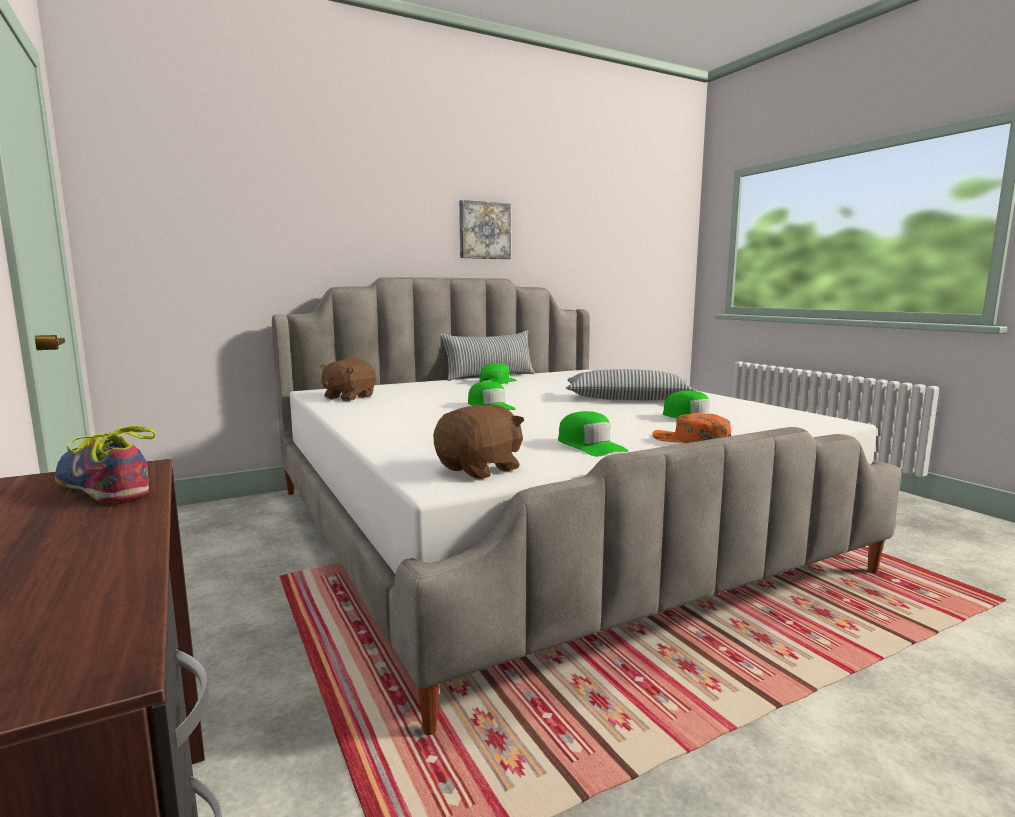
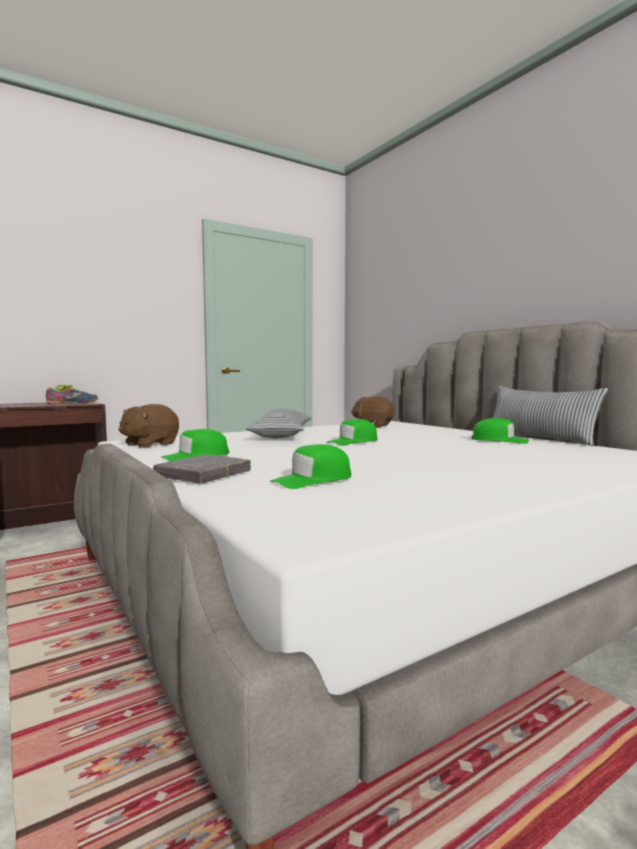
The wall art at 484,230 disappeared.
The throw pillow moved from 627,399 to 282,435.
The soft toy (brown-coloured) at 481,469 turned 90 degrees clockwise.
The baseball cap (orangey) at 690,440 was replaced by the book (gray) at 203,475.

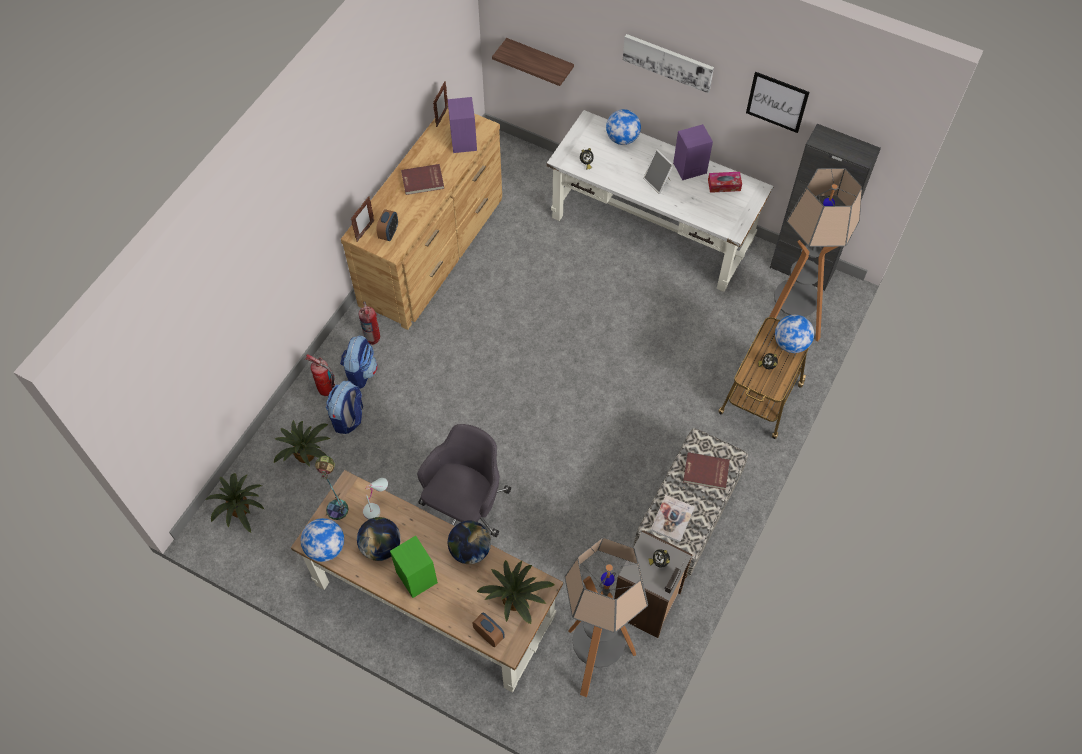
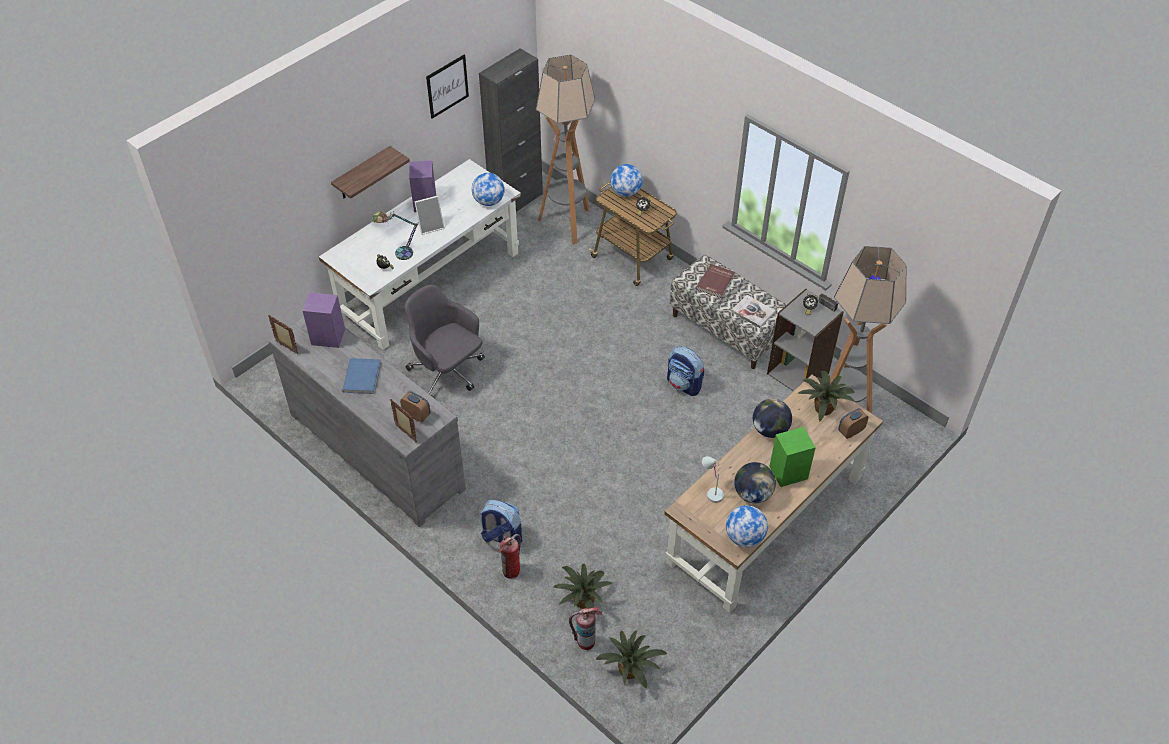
The wall art at 668,62 disappeared.
The shelf moved from 540,61 to 362,174.
The drawer chest (brown-coloured) at 433,249 became the drawer chest (gray) at 377,450.
The globe moved from 622,139 to 488,201.
The book (red) at 423,181 became the book (blue) at 363,377.
The box of tissues at 724,185 disappeared.
The fire extinguisher moved from 372,337 to 585,641.
The knapsack moved from 348,418 to 684,384.
The computer chair (gray) moved from 465,506 to 448,373.
The tabletop lamp moved from 337,503 to 398,253.

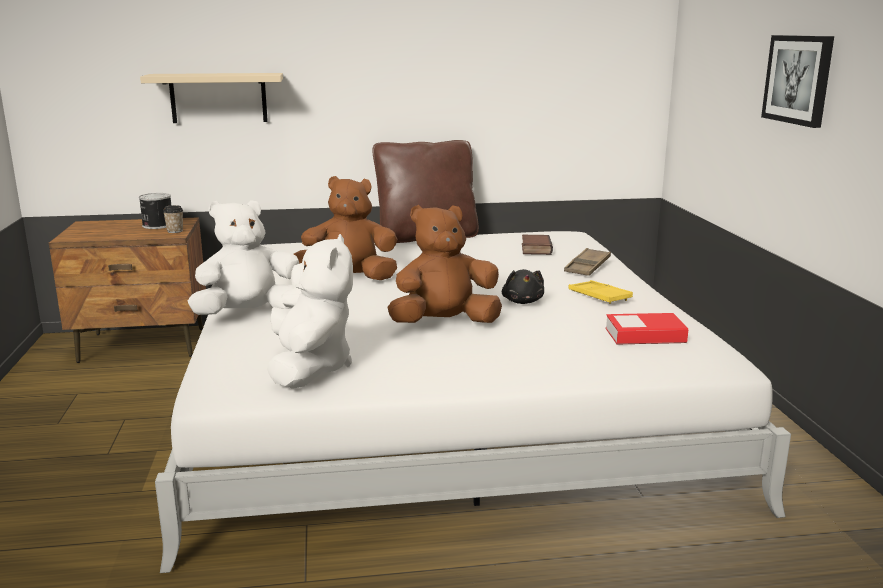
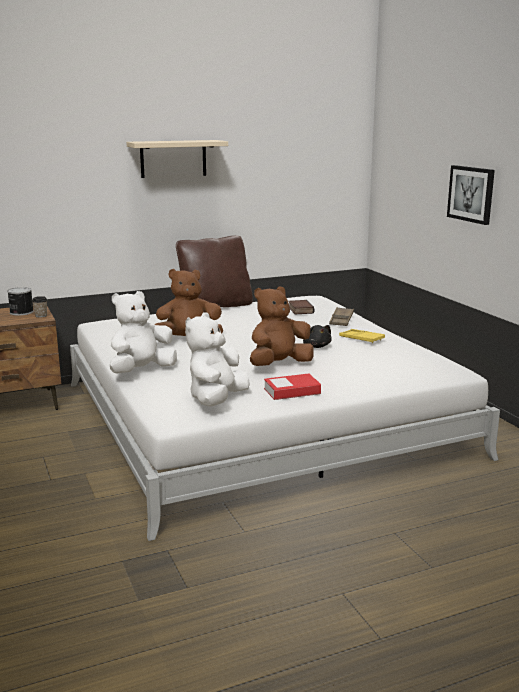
The shelf (sand-coloured) moved from 218,98 to 173,158.
The soft toy (white-coloured) at 310,368 turned 135 degrees counterclockwise.
The book moved from 645,335 to 292,391.

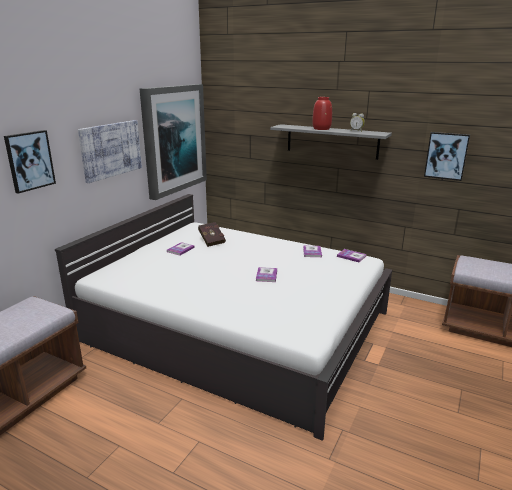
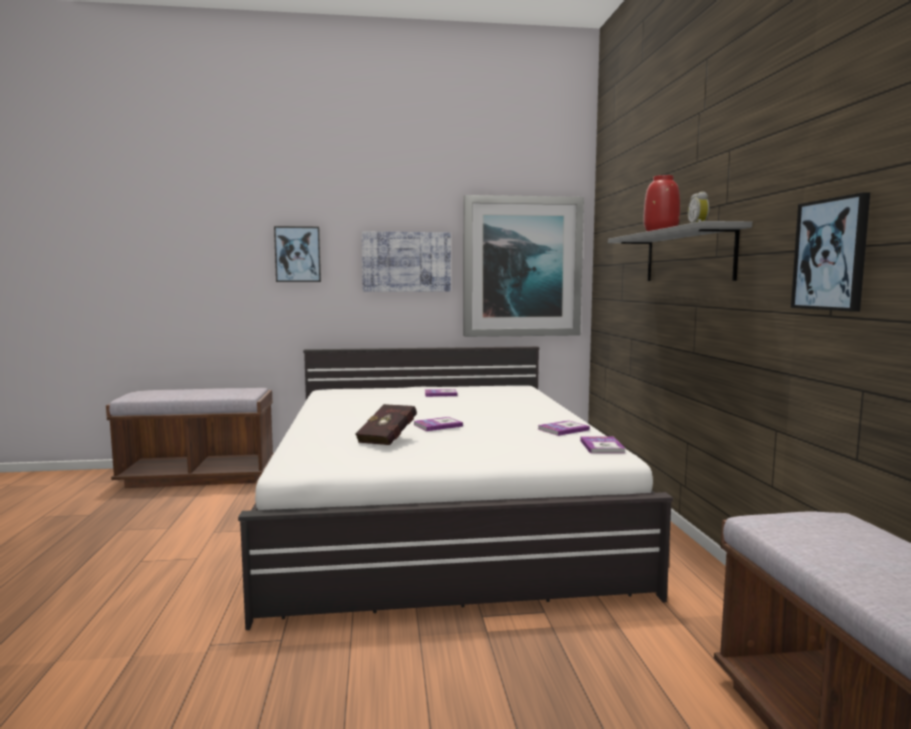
The book (red) moved from 211,240 to 389,439.

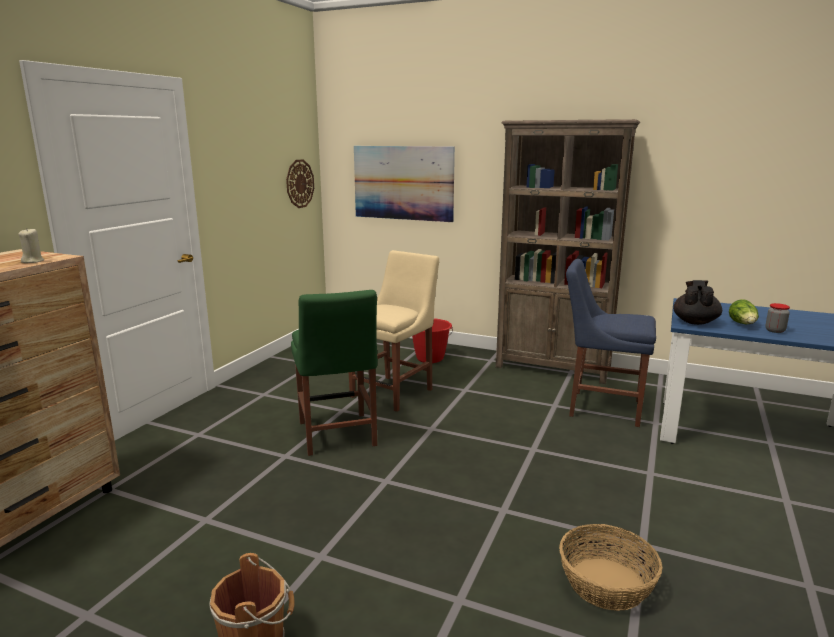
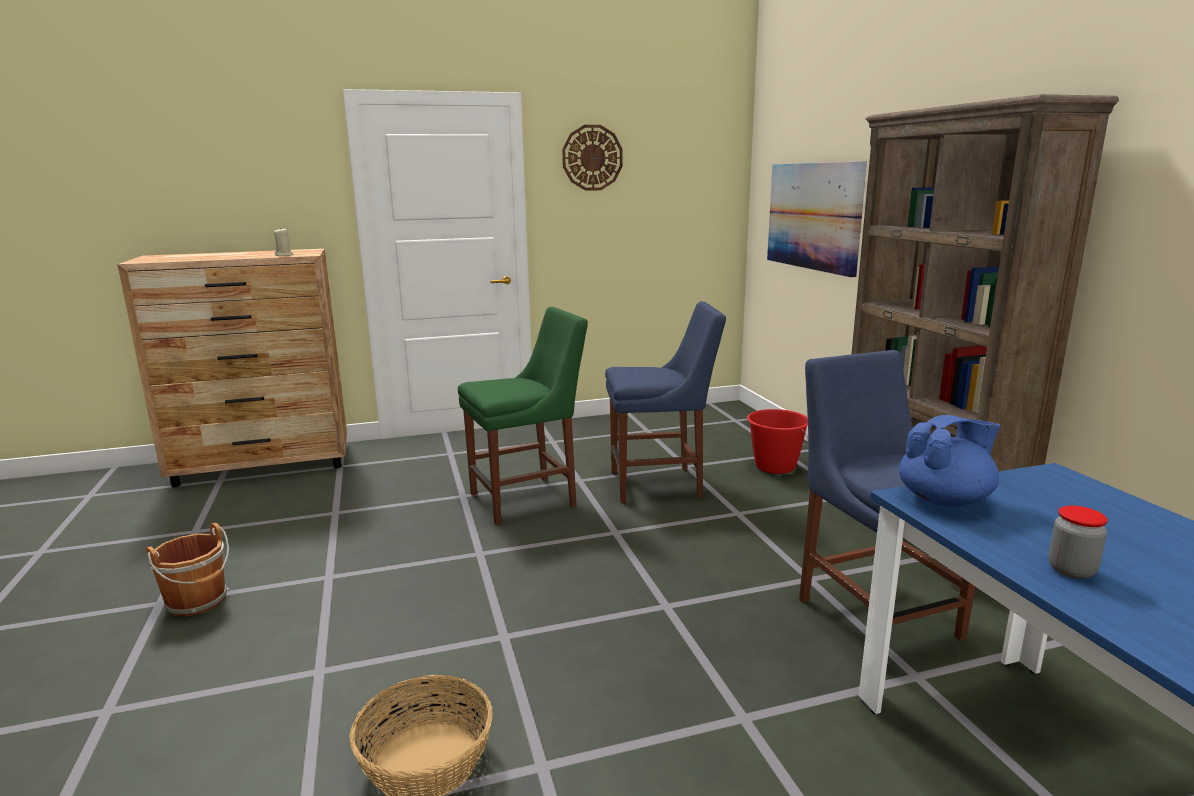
The clock on the wall moved from 299,183 to 592,158.
The plain chair (sand-coloured) at 395,392 became the plain chair (blue) at 661,484.
The tea pot (black) at 695,322 became the tea pot (blue) at 945,500.
The plain chair (greenish) at 337,436 turned 150 degrees counterclockwise.
The lettuce head at 743,324 disappeared.

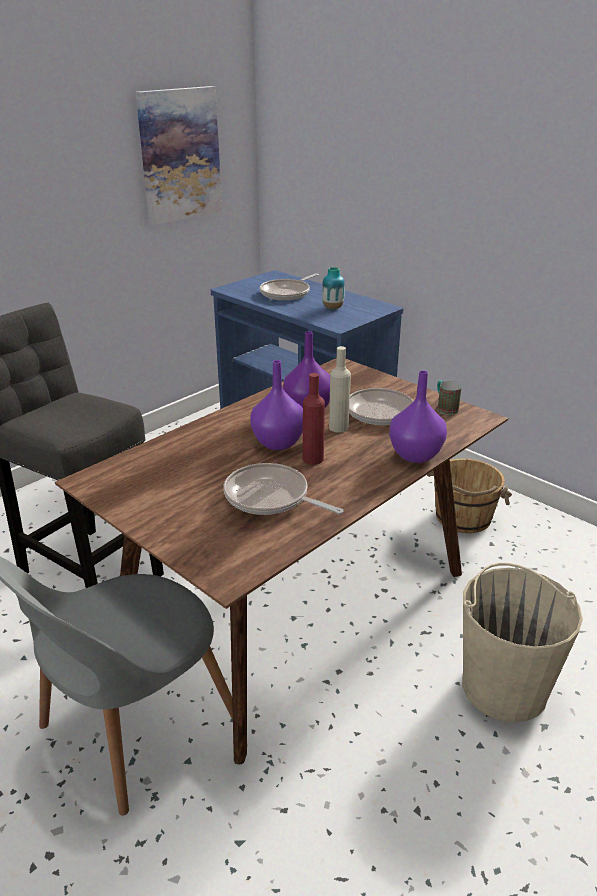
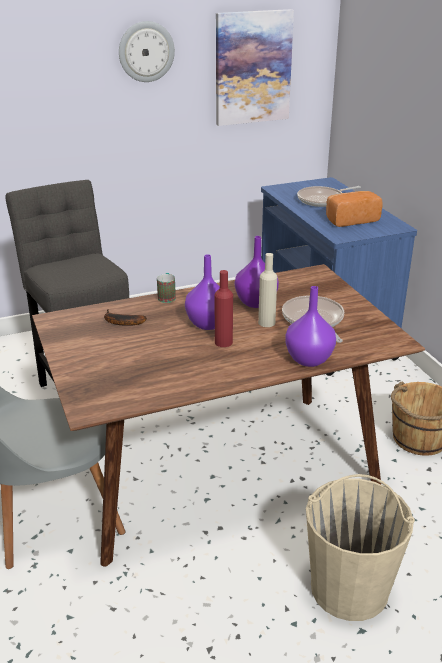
The decorative vase at 332,308 was replaced by the baked bread at 350,220.
The mug moved from 445,408 to 167,297.
The pan at 270,498 disappeared.
The clock on the wall at 146,51 appeared.
The whole banana at 120,322 appeared.

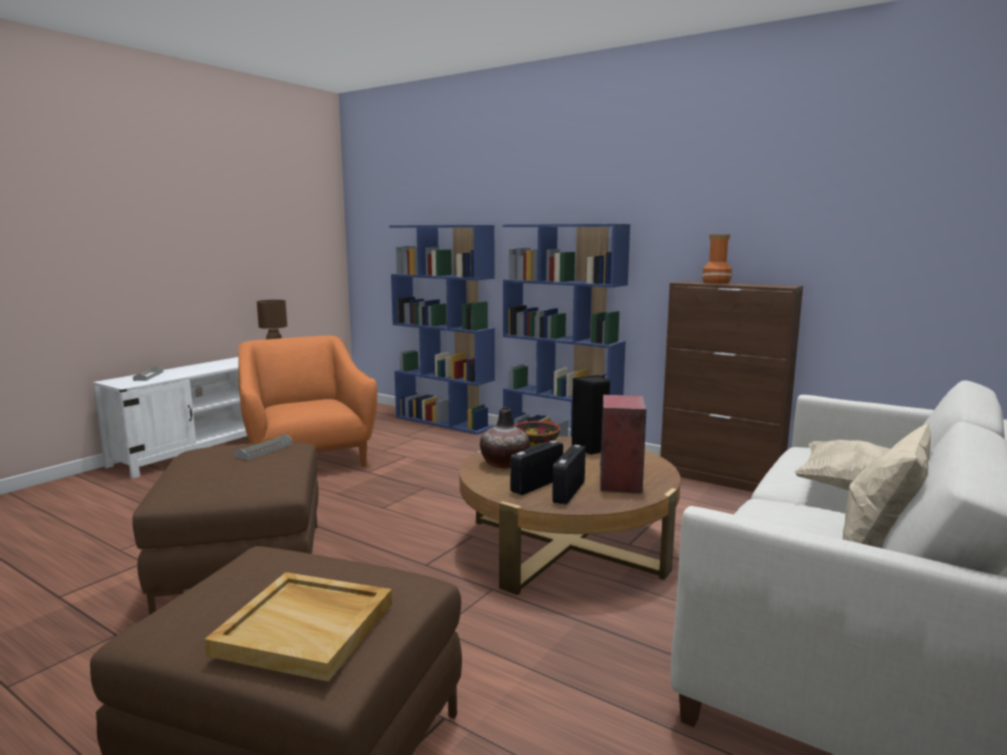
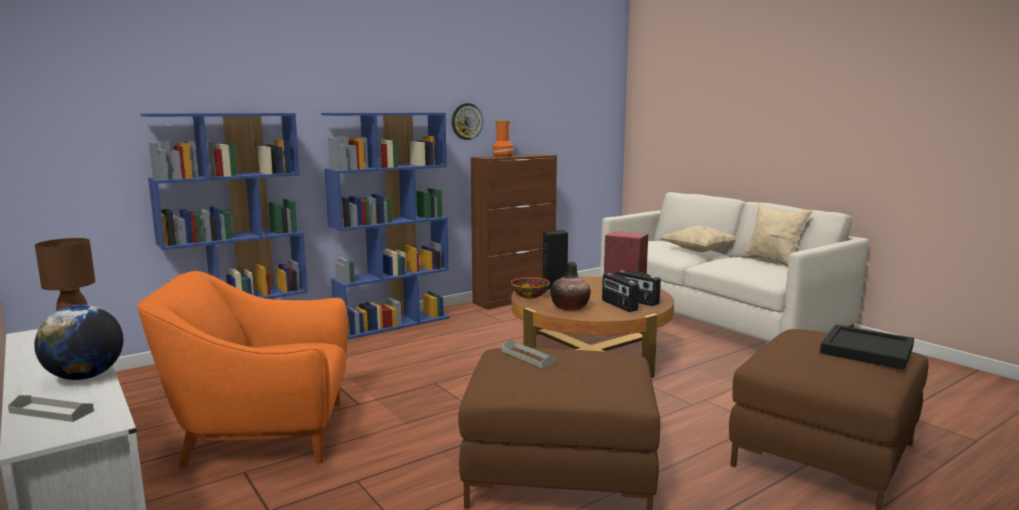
The tray (sand-coloured) at 307,628 became the tray (black) at 866,350.
The clock on the wall at 466,121 appeared.
The globe at 85,377 appeared.

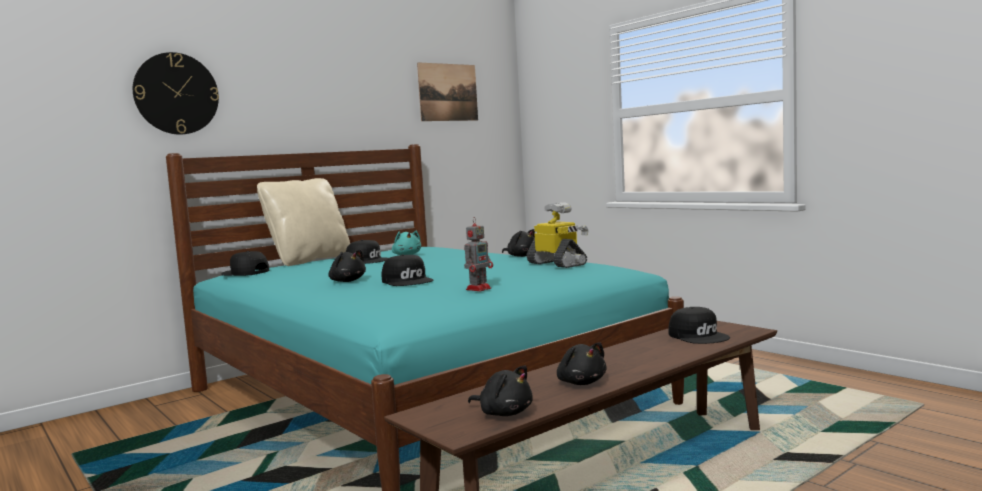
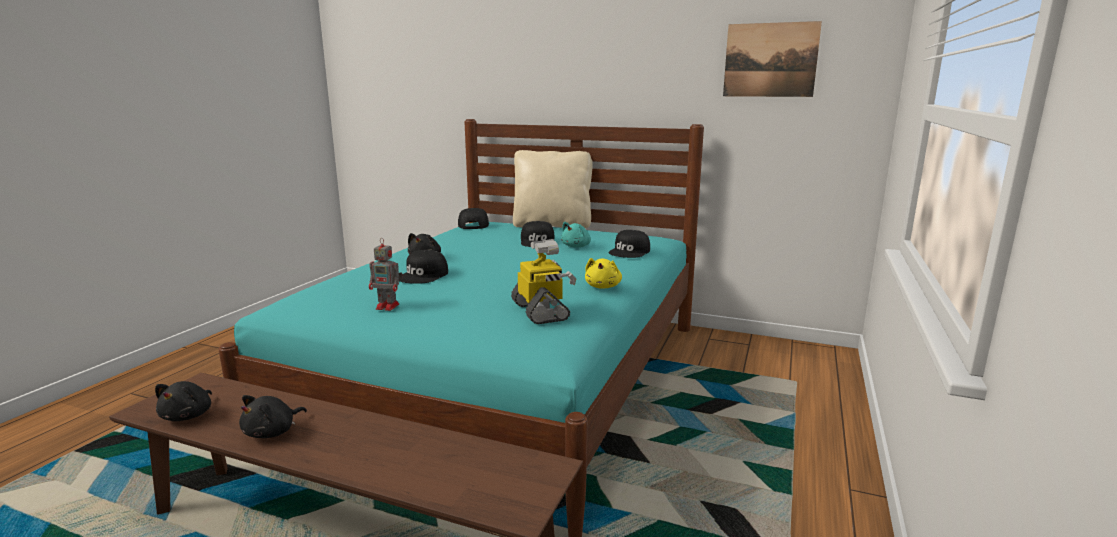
The clock on the wall at 176,94 disappeared.
The model robot at 558,264 turned 45 degrees counterclockwise.
The soft toy (black) at 521,256 became the soft toy (yellowish) at 603,286.
The baseball cap (black) moved from 699,336 to 630,252.

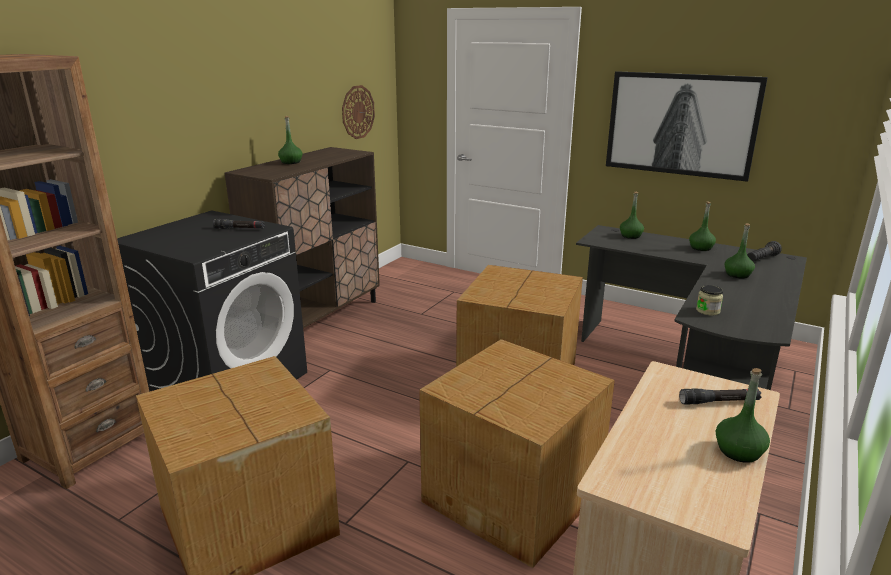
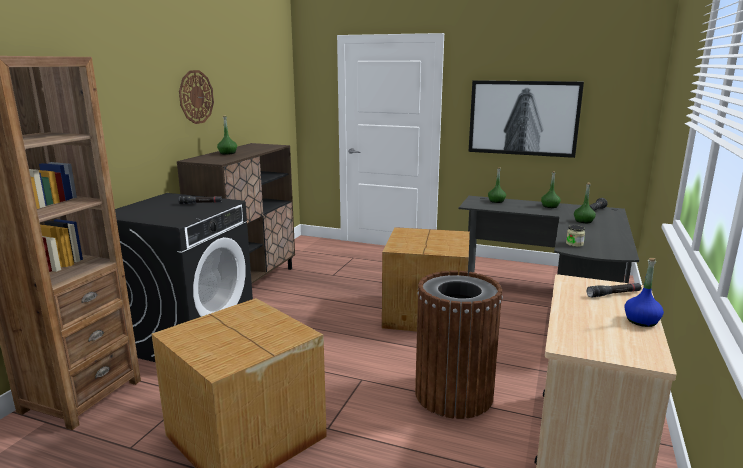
The clock on the wall moved from 358,112 to 196,97.
The packing box at 515,495 was replaced by the trash can (brown-coloured) at 454,394.
The beverage bottle (greenish) at 738,451 became the beverage bottle (blue) at 641,321.

